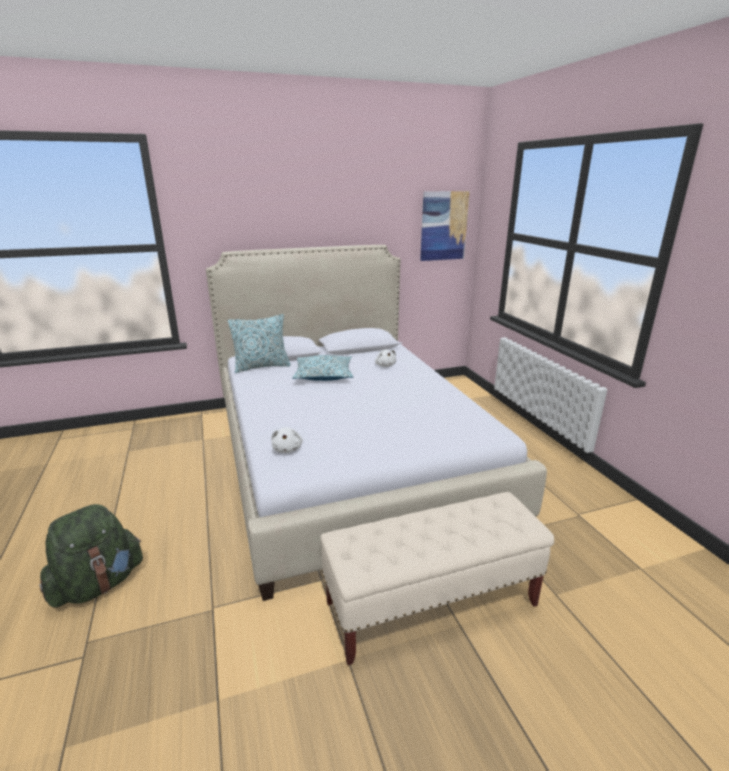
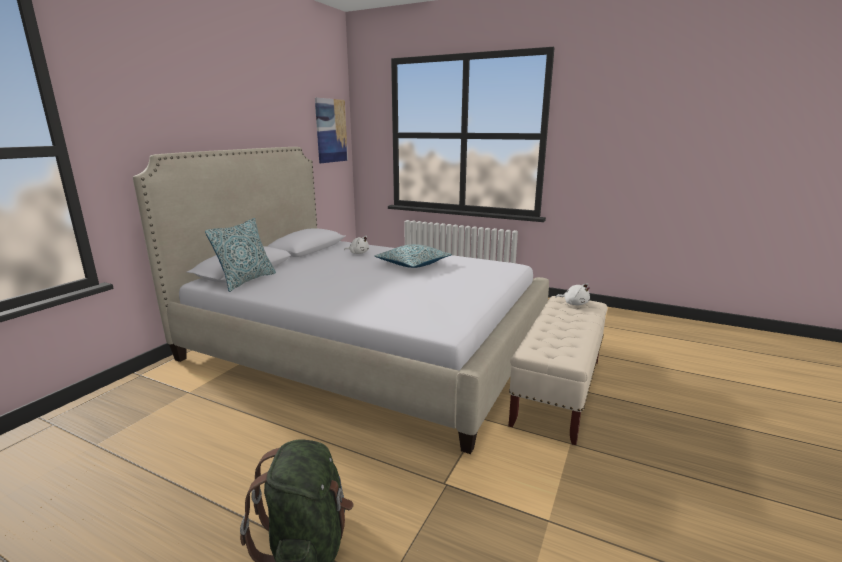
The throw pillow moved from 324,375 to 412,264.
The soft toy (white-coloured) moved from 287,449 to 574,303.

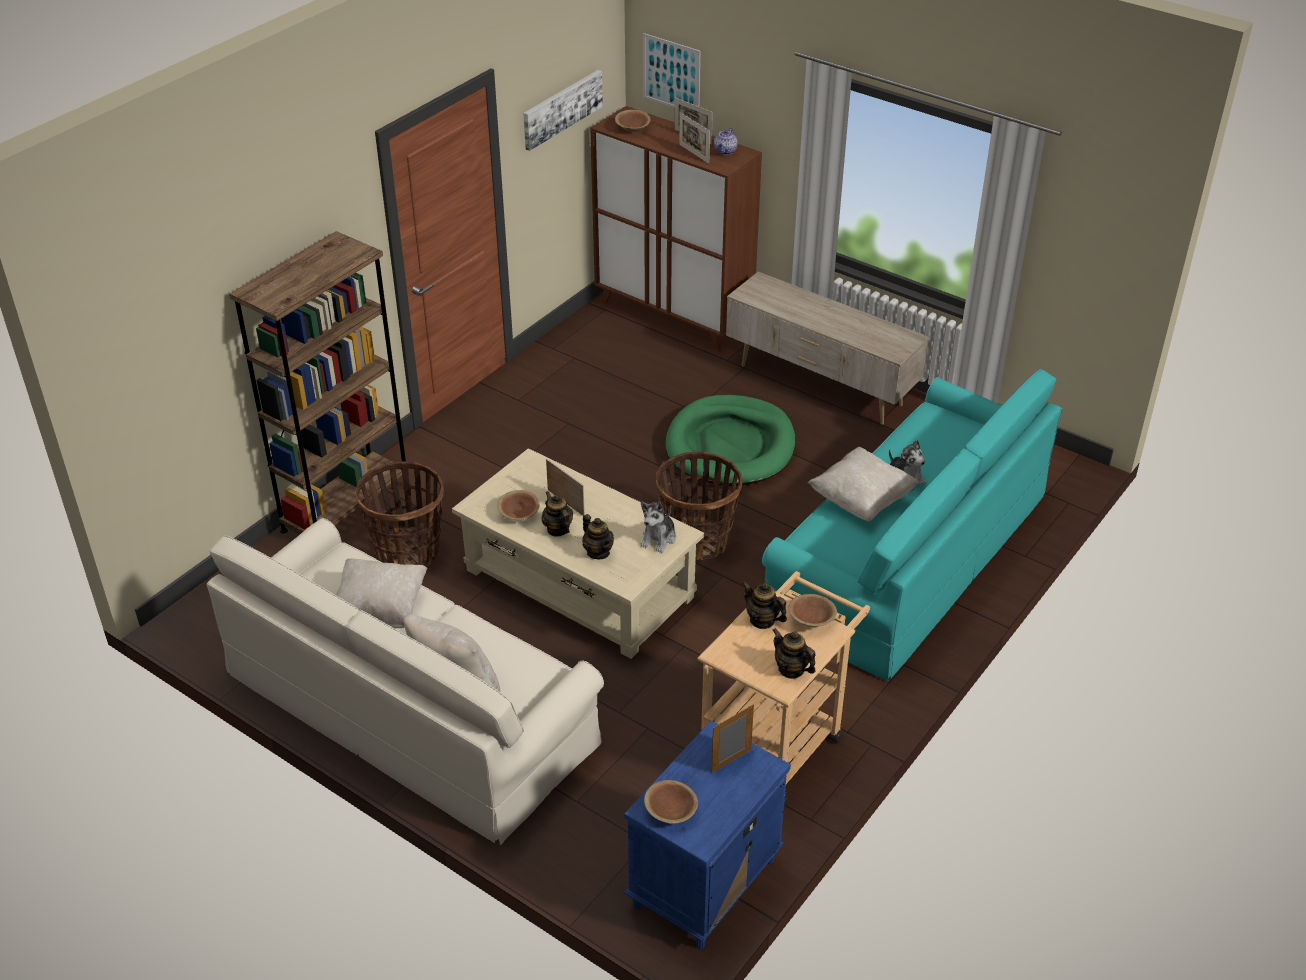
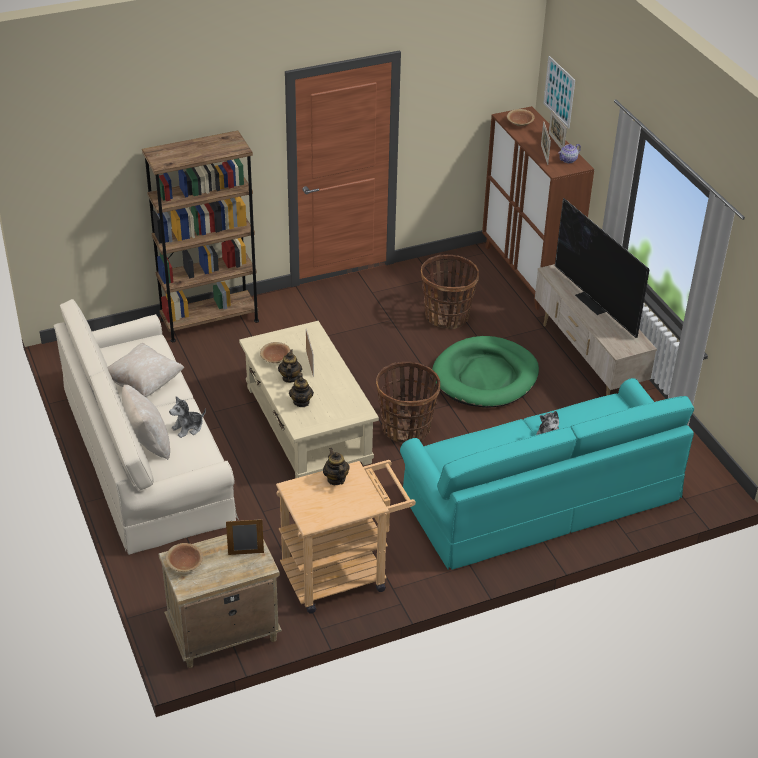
The wall art at 562,108 disappeared.
The throw pillow (sand-coloured) at 861,500 disappeared.
The household basket moved from 407,551 to 447,316.
The soft toy moved from 659,538 to 188,428.
The serving bowl (brown-coloured) at 811,619 disappeared.
The tea pot at 791,669 disappeared.
The bedside table (blue) at 704,884 became the bedside table (sand-coloured) at 222,633.
The TV at 594,302 appeared.

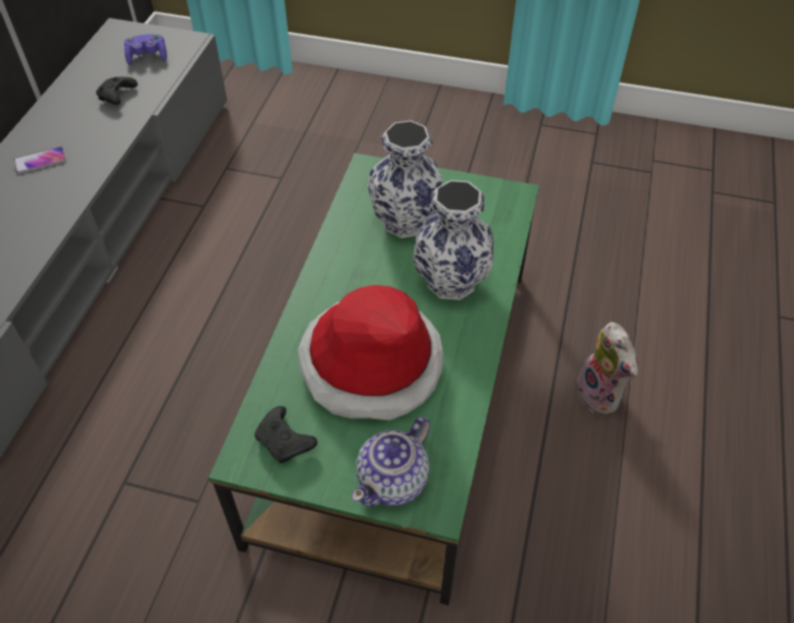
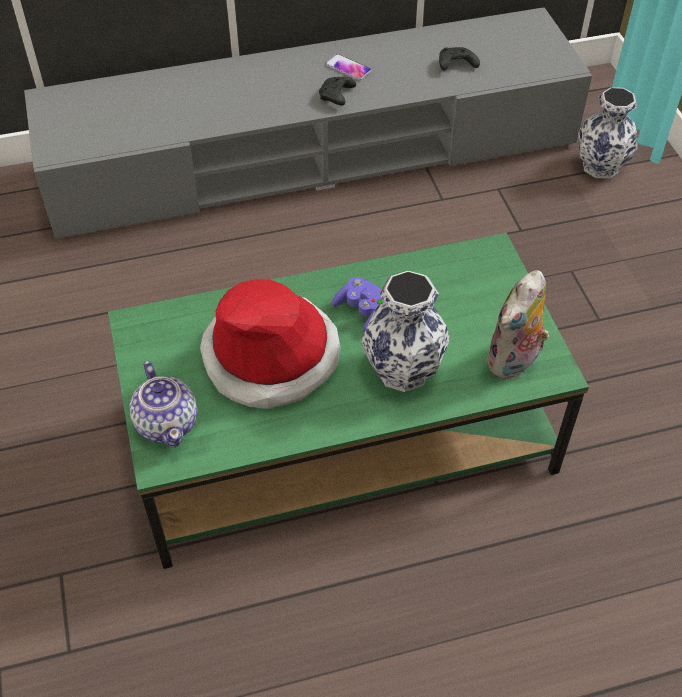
The gamepad (purple-coloured) moved from 147,57 to 362,312.
The decorative vase moved from 405,222 to 599,166.
The soft toy moved from 602,394 to 514,362.
The gamepad (black) moved from 285,442 to 336,97.
The tea pot at 394,480 turned 120 degrees counterclockwise.

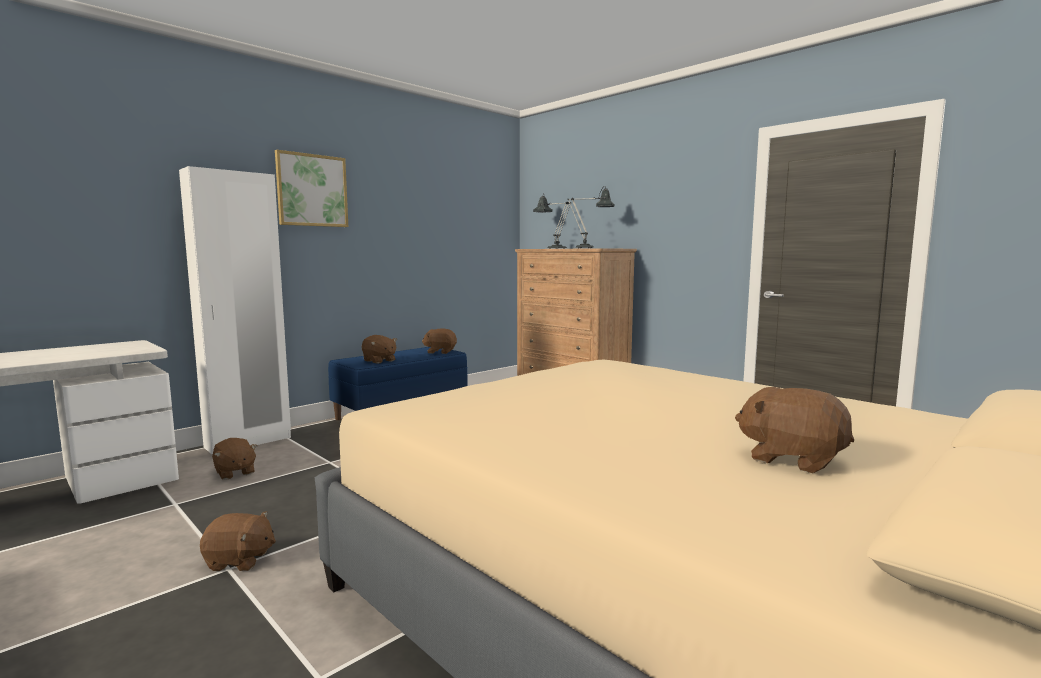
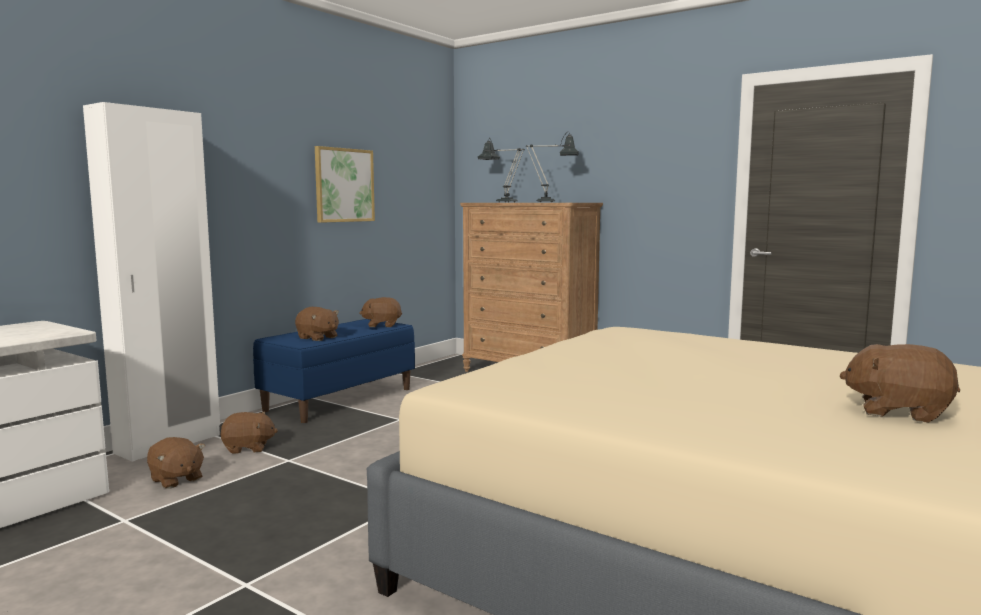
The wall art moved from 312,190 to 344,185.
The soft toy (brown-coloured) moved from 239,560 to 248,448.

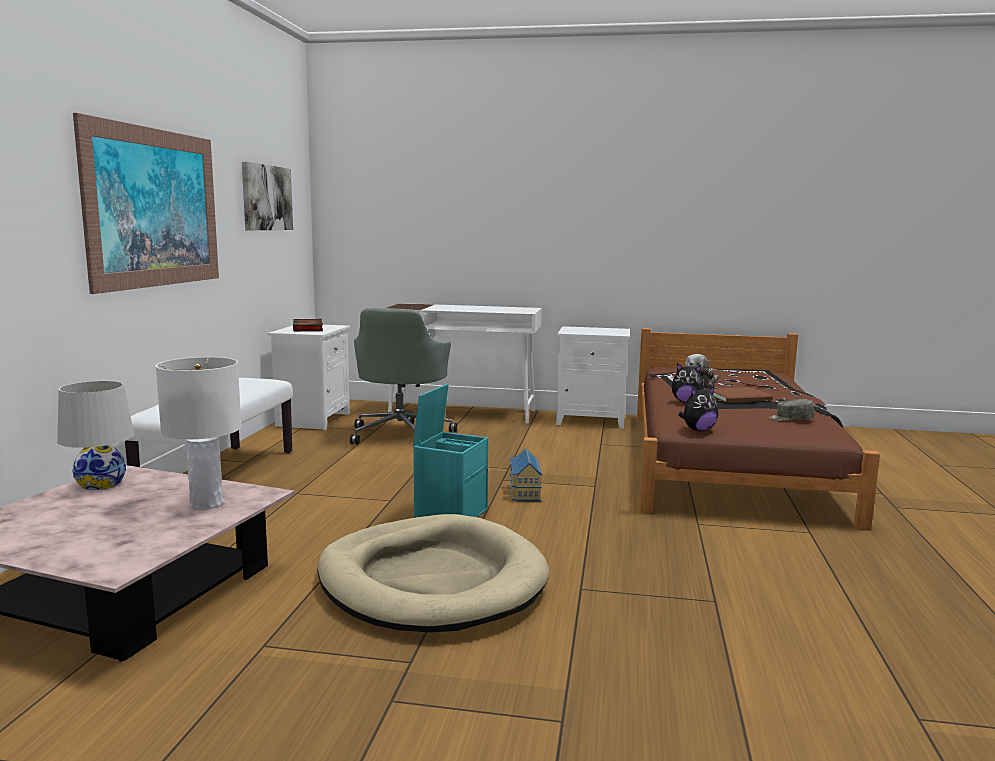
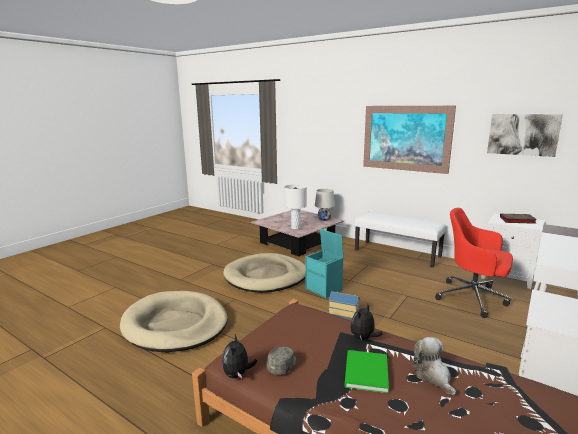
The computer chair (gray) at 401,434 became the computer chair (red) at 473,298.
The soft toy moved from 698,430 to 237,374.
The book (brown-coloured) at 741,397 became the book (greenish) at 365,373.
The dog bed (sand-coloured) at 175,324 appeared.

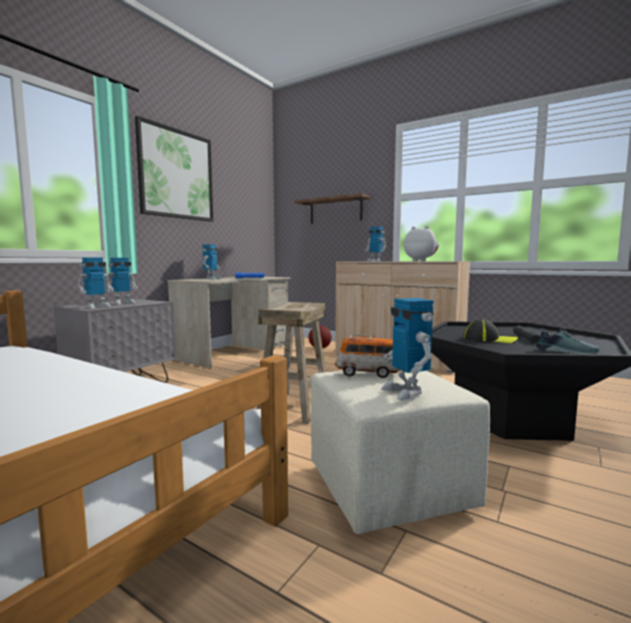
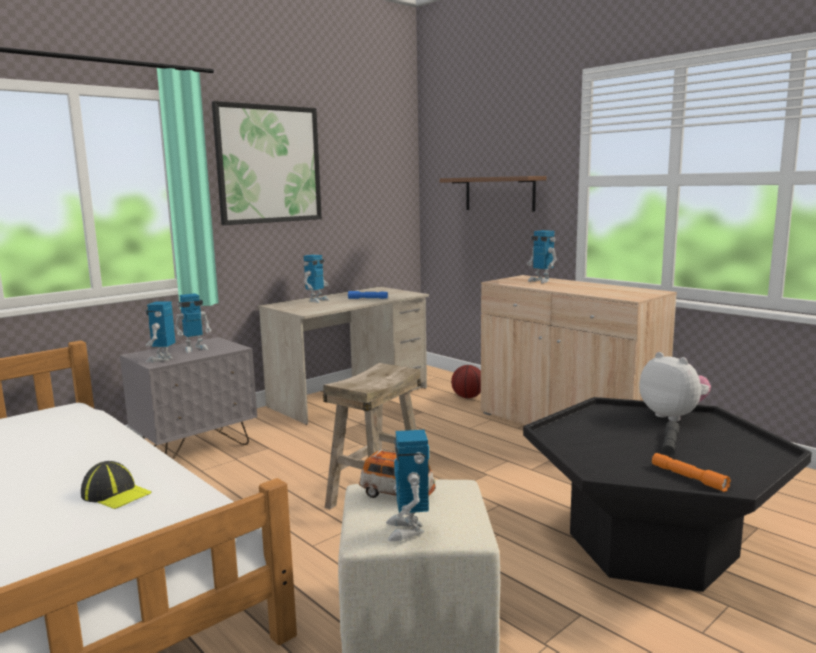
The soft toy moved from 421,261 to 673,416.
The model robot at 97,307 turned 135 degrees clockwise.
The baseball cap moved from 489,339 to 116,494.
The shoe at 566,351 was replaced by the flashlight (orangey) at 688,478.

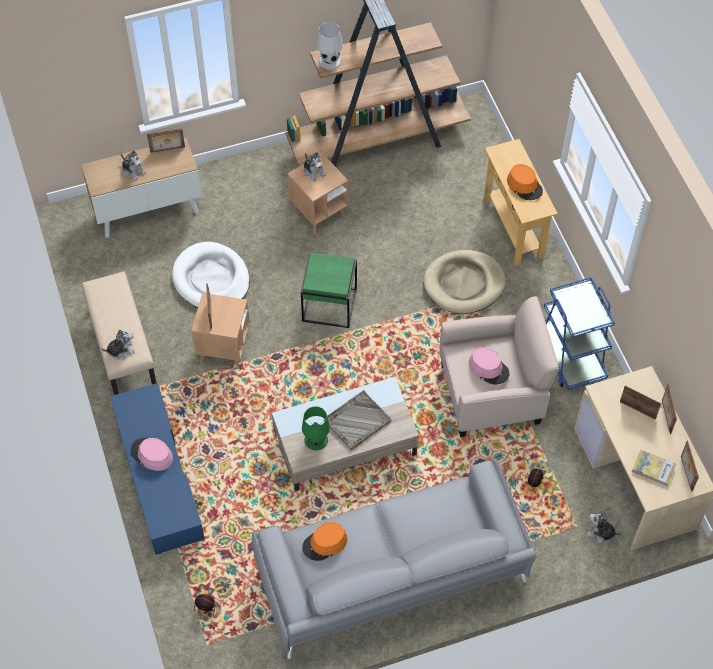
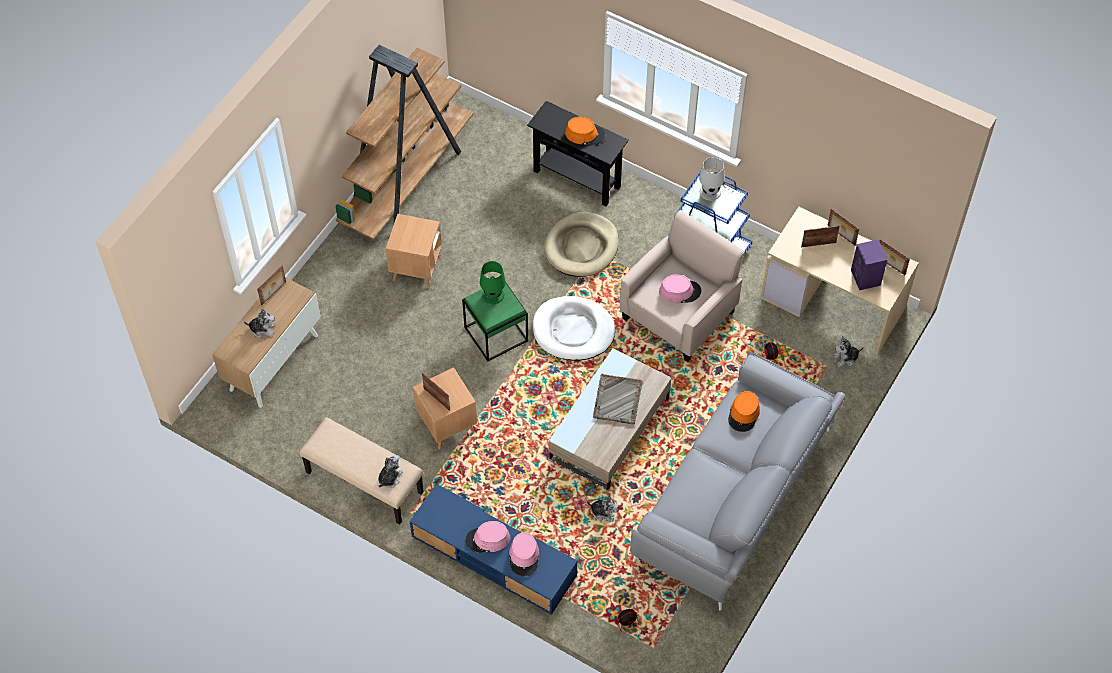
The tabletop lamp (white-coloured) moved from 330,61 to 710,192.
The narrow table (sand-coloured) at 513,228 became the narrow table (black) at 577,179.
The soft toy moved from 314,171 to 603,512.
The dog bed (white-coloured) moved from 211,279 to 573,331.
The tabletop lamp (greenish) moved from 316,439 to 493,294.
The book at 653,469 was replaced by the speaker (purple-coloured) at 866,278.
The clothing hat (orangey) moved from 325,543 to 744,414.
The clothing hat (pink) at 524,556 appeared.

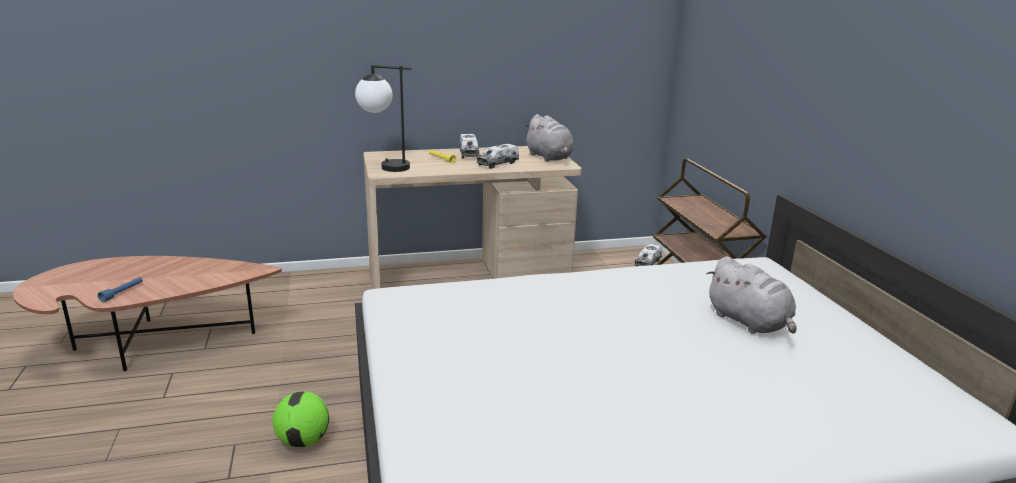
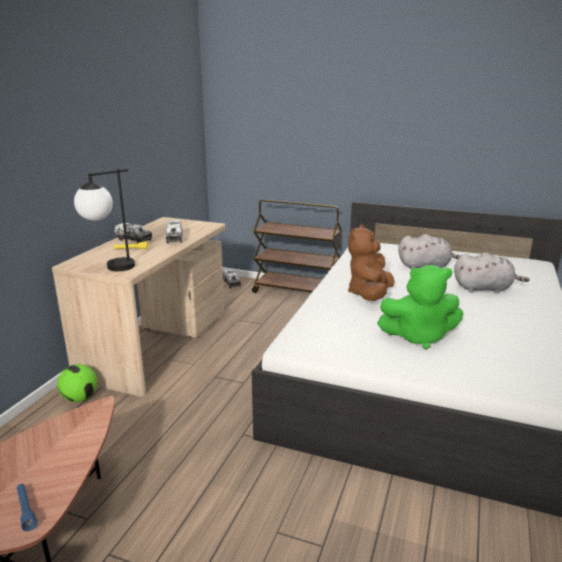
The soft toy (gray) moved from 549,158 to 484,289.
The football moved from 303,441 to 80,398.
The soft toy (brown-coloured) at 369,295 appeared.
The soft toy (greenish) at 418,337 appeared.

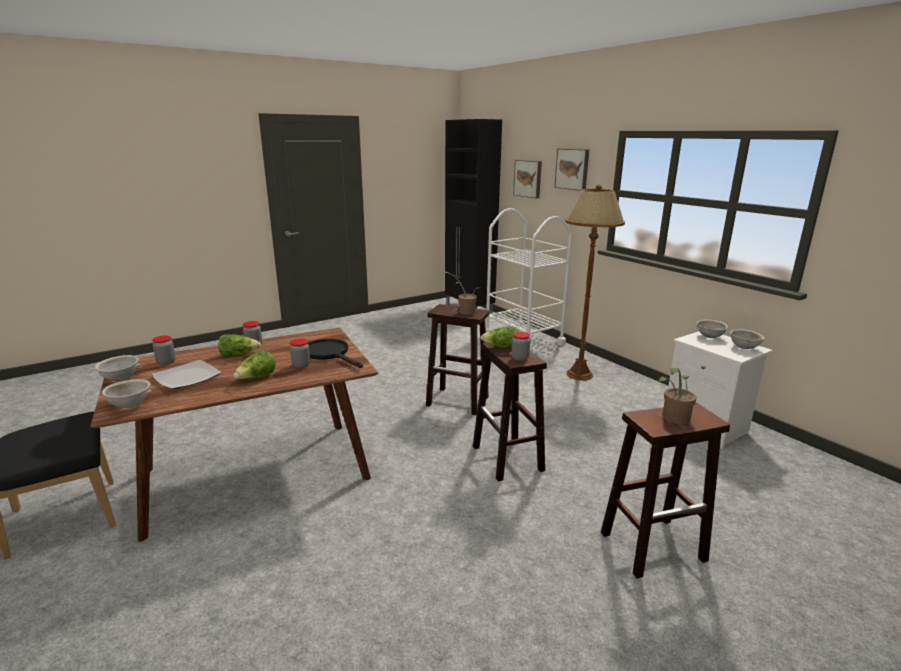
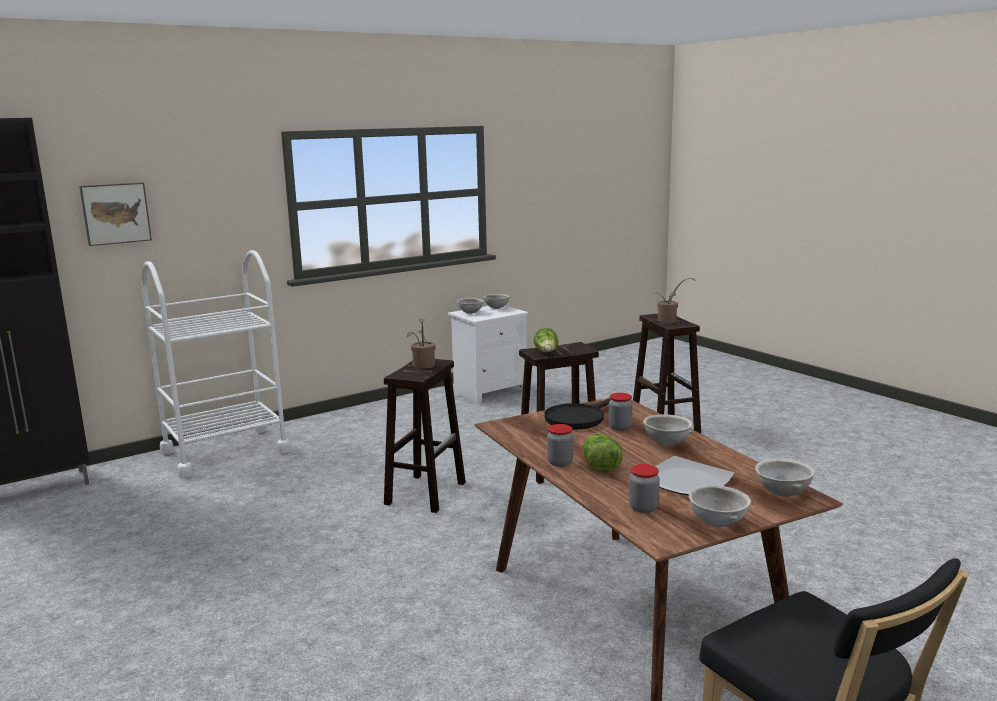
The wall art at 572,169 disappeared.
The floor lamp (brown-coloured) at 579,374 disappeared.
The storage jar at 520,358 disappeared.
The lettuce head at 257,378 was replaced by the serving bowl (gray) at 666,443.

